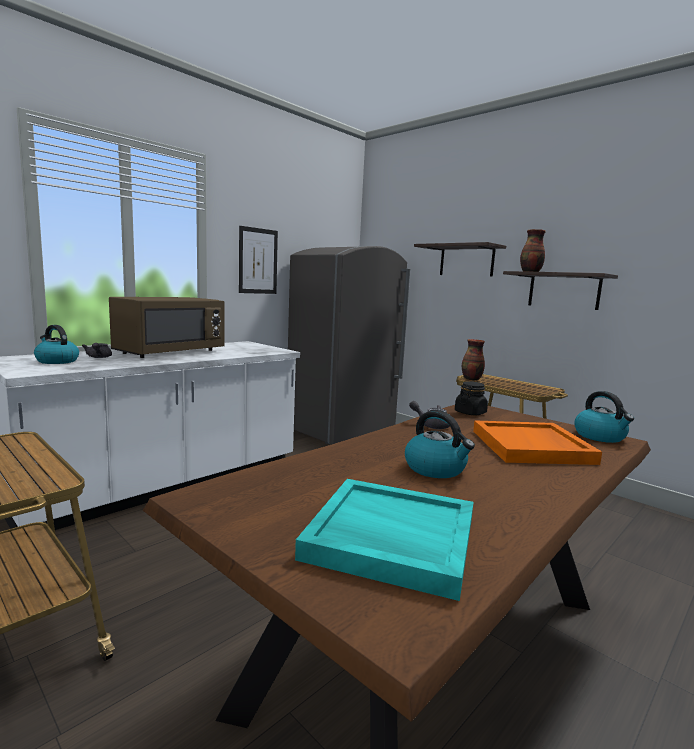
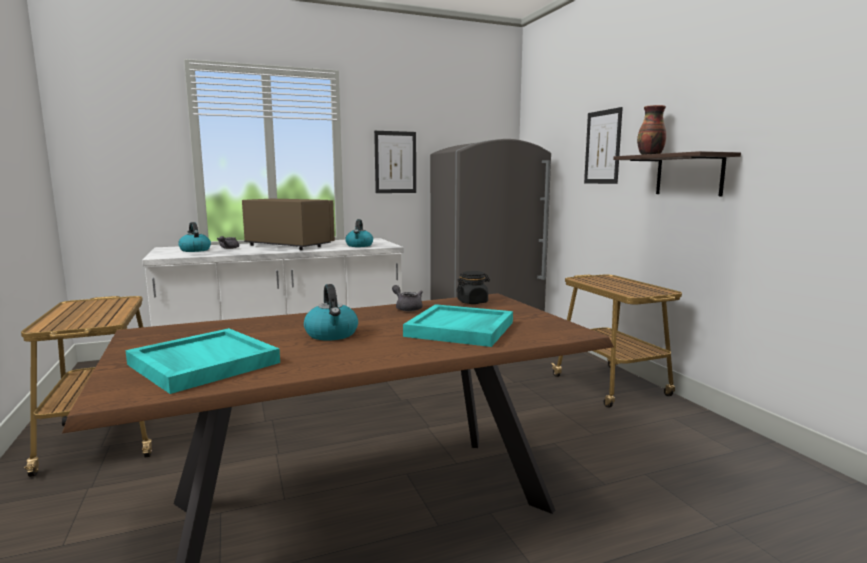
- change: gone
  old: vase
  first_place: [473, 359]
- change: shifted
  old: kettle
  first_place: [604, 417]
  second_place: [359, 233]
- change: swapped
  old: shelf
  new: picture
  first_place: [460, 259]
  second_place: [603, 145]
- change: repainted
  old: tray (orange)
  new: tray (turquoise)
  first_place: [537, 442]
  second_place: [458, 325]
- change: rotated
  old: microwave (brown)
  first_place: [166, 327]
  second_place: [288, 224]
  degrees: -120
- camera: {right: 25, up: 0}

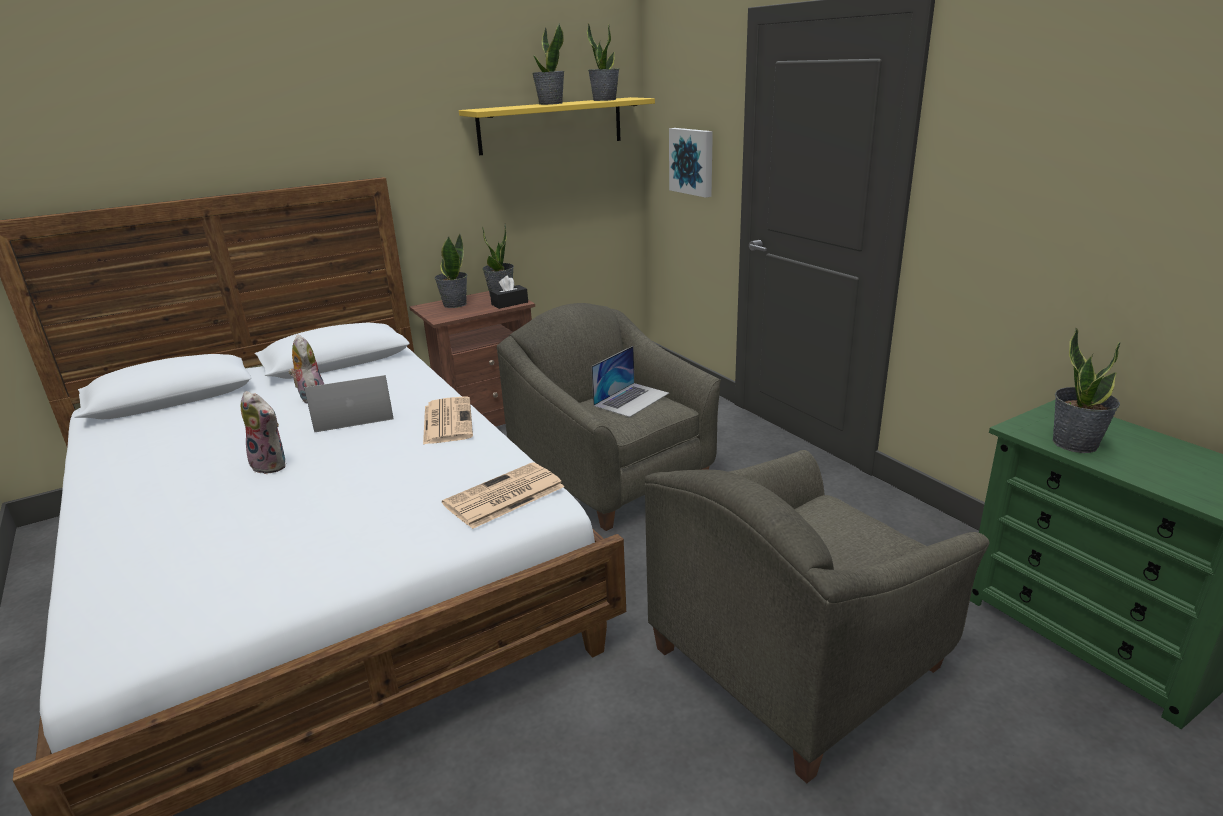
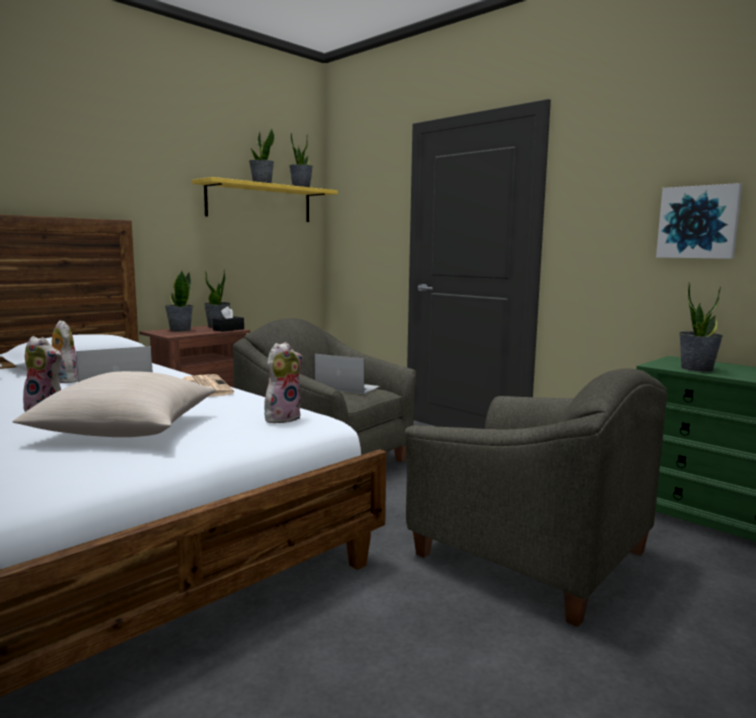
- change: new
  new: pillow (beige)
  second_place: [114, 404]
- change: shifted
  old: picture
  first_place: [691, 163]
  second_place: [699, 221]
- change: swapped
  old: newspaper
  new: plush toy
  first_place: [503, 495]
  second_place: [283, 382]
- change: rotated
  old: laptop
  first_place: [630, 381]
  second_place: [347, 374]
  degrees: -90
- change: rotated
  old: armchair (grey)
  first_place: [817, 616]
  second_place: [536, 498]
  degrees: -90
- camera: {right: -15, up: -15}

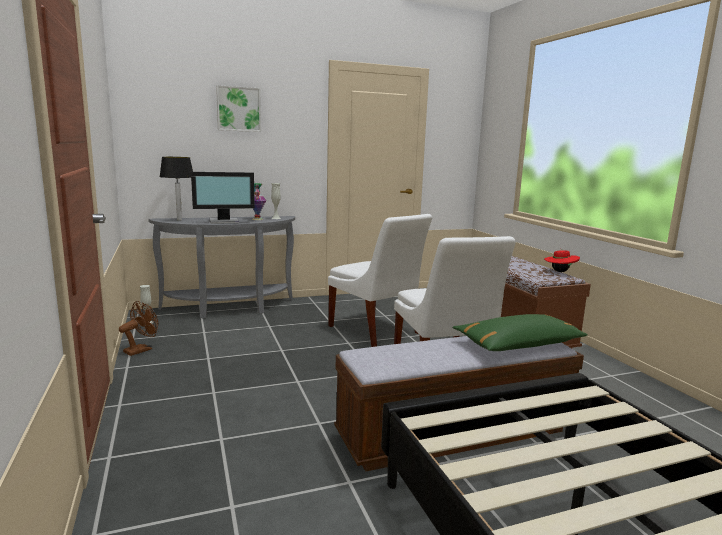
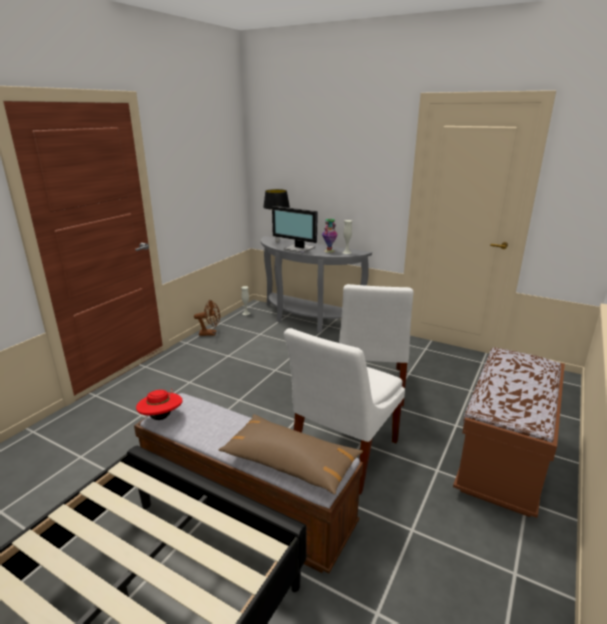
- change: gone
  old: picture
  first_place: [238, 108]
- change: shifted
  old: hat (red)
  first_place: [562, 260]
  second_place: [159, 404]
- change: repainted
  old: pillow (green)
  new: pillow (brown)
  first_place: [520, 332]
  second_place: [290, 454]
- camera: {right: 50, up: 10}

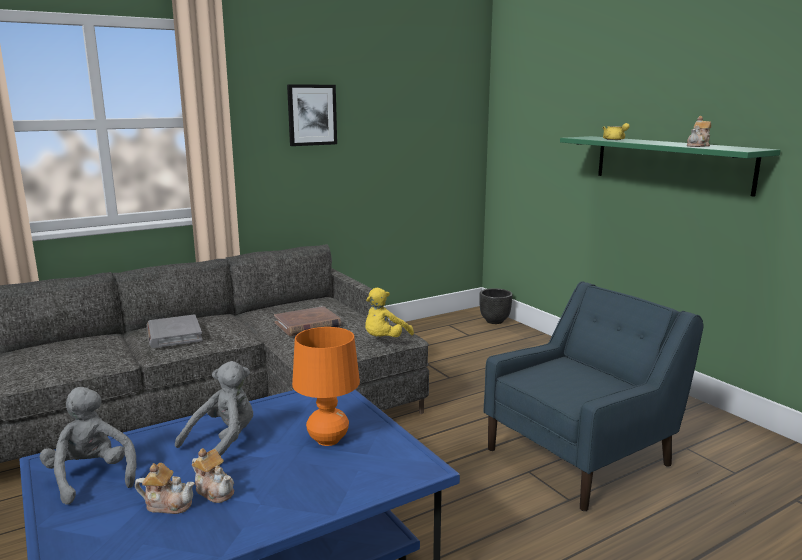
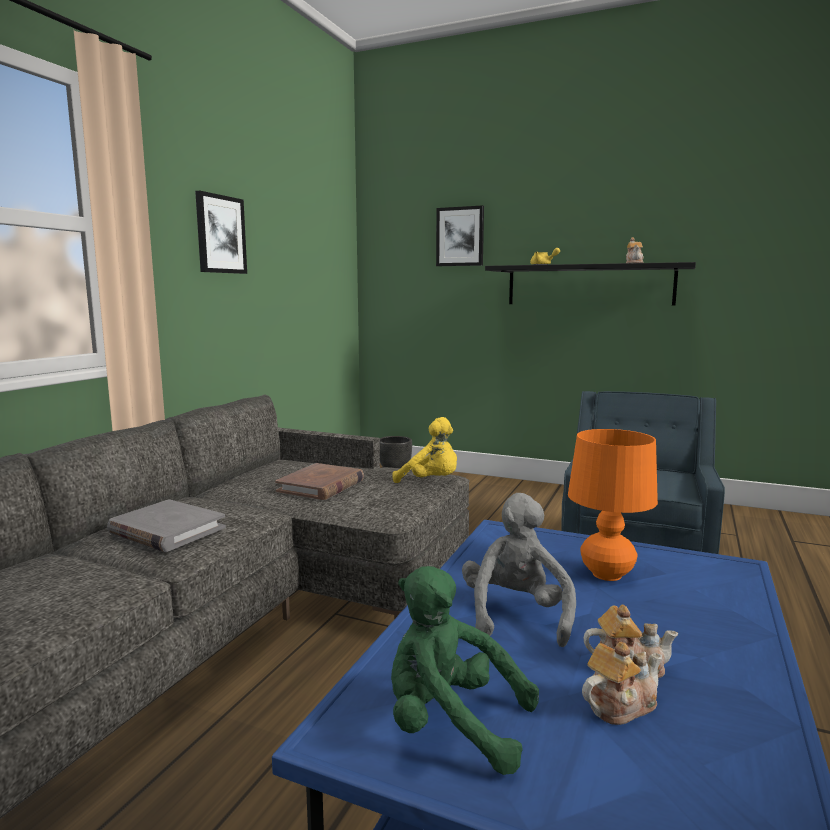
- change: new
  new: picture
  second_place: [460, 235]
- change: repainted
  old: plush toy (grey)
  new: plush toy (green)
  first_place: [88, 446]
  second_place: [465, 670]
- change: repainted
  old: shelf (green)
  new: shelf (black)
  first_place: [670, 166]
  second_place: [590, 284]
- change: rotated
  old: plush toy (yellow)
  first_place: [389, 312]
  second_place: [424, 450]
  degrees: -60
- camera: {right: -35, up: -5}

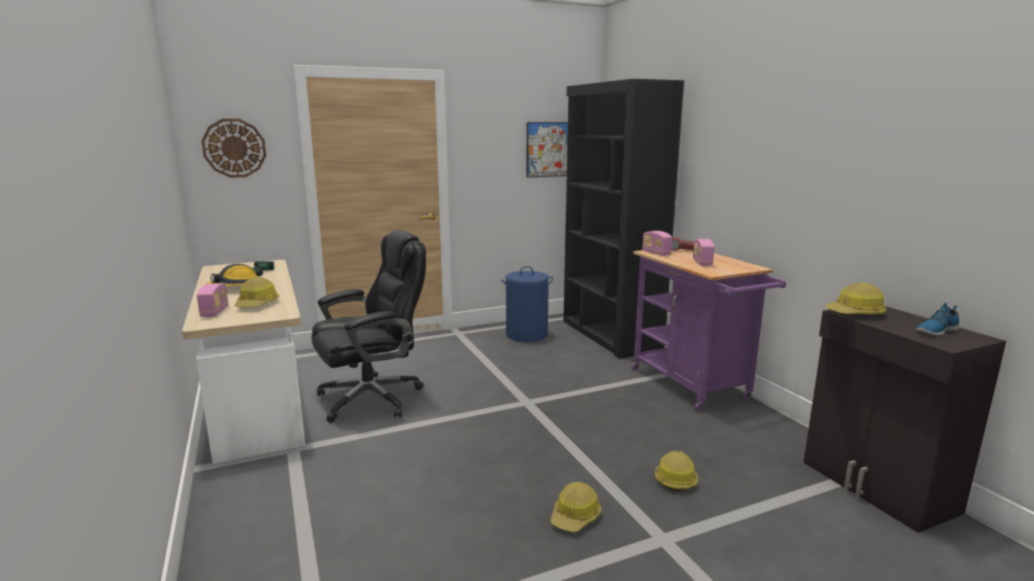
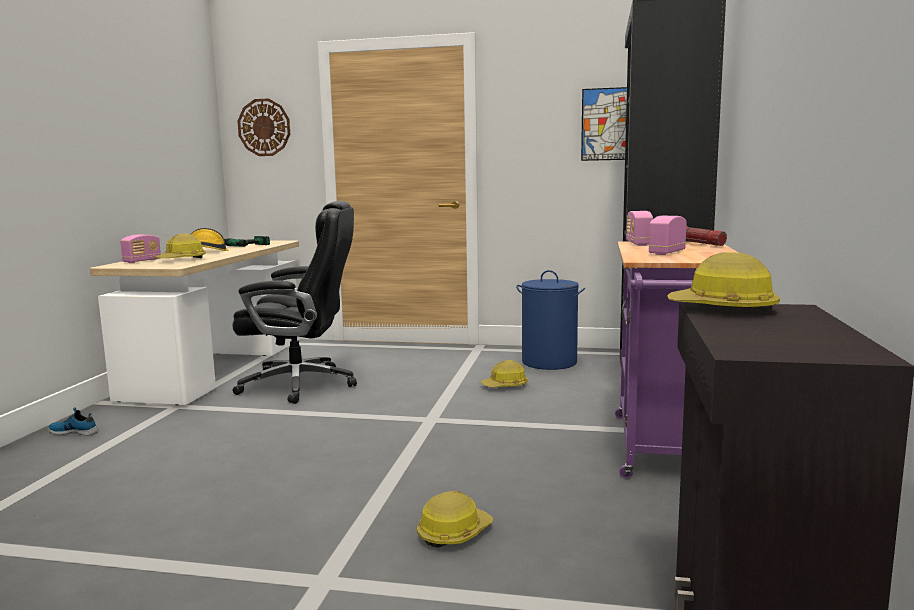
- change: shifted
  old: hard hat
  first_place: [575, 507]
  second_place: [504, 373]
- change: shifted
  old: shoe
  first_place: [937, 319]
  second_place: [73, 421]
- camera: {right: 35, up: -5}

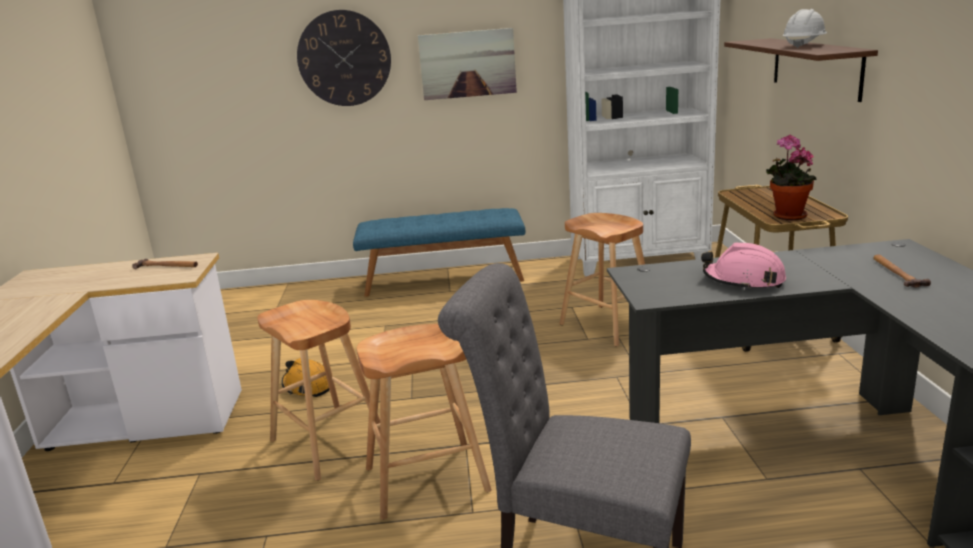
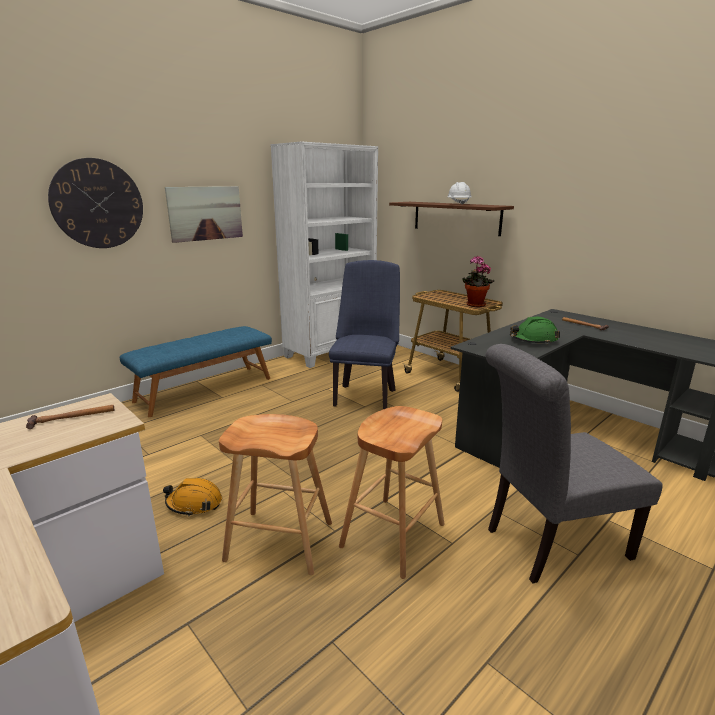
- change: swapped
  old: stool (brown)
  new: chair (blue)
  first_place: [602, 280]
  second_place: [364, 334]
- change: repainted
  old: hard hat (pink)
  new: hard hat (green)
  first_place: [743, 266]
  second_place: [535, 331]
- camera: {right: -40, up: 0}

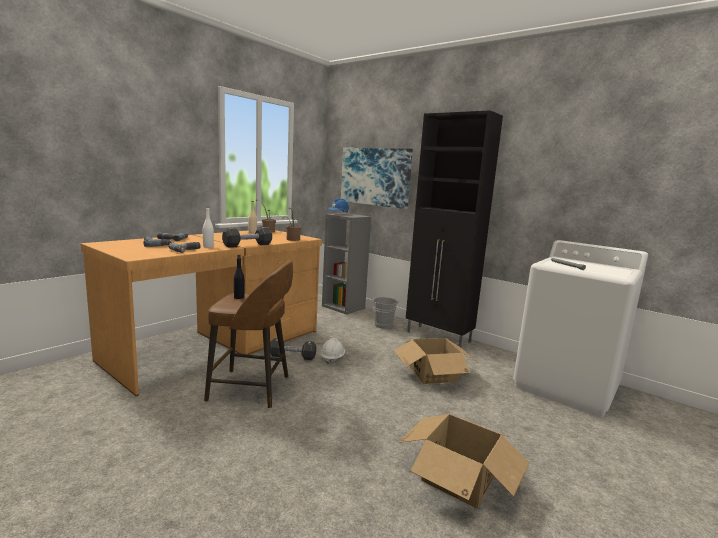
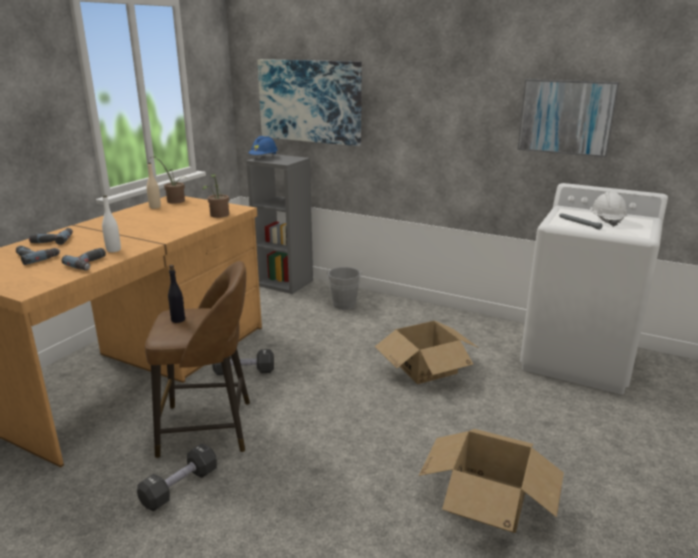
- change: gone
  old: cabinet (black)
  first_place: [454, 228]
- change: new
  new: picture
  second_place: [568, 118]
- change: shifted
  old: dumbbell (black)
  first_place: [247, 237]
  second_place: [177, 477]
- change: shifted
  old: hard hat (white)
  first_place: [332, 351]
  second_place: [608, 209]
- camera: {right: -10, up: 10}

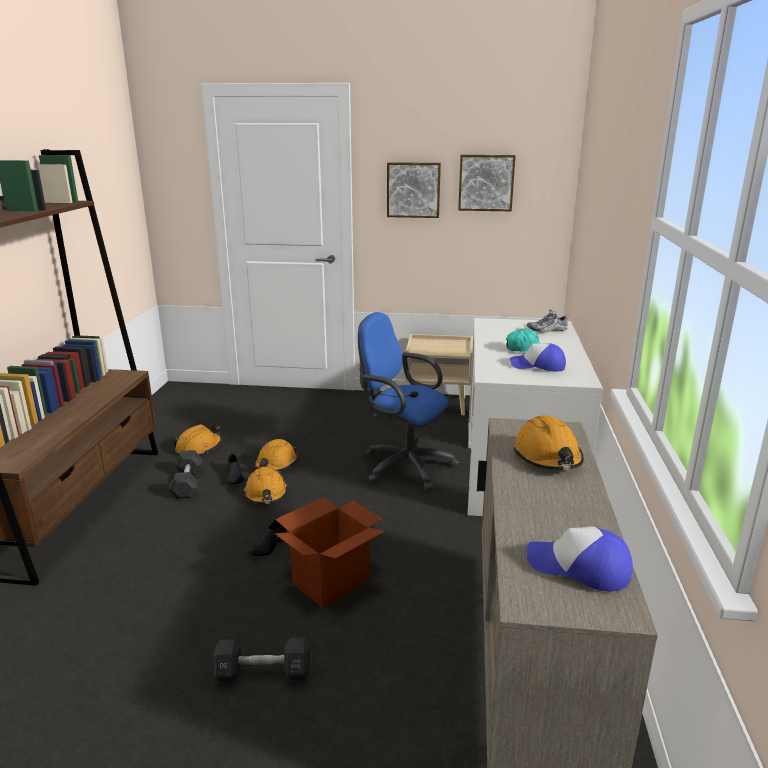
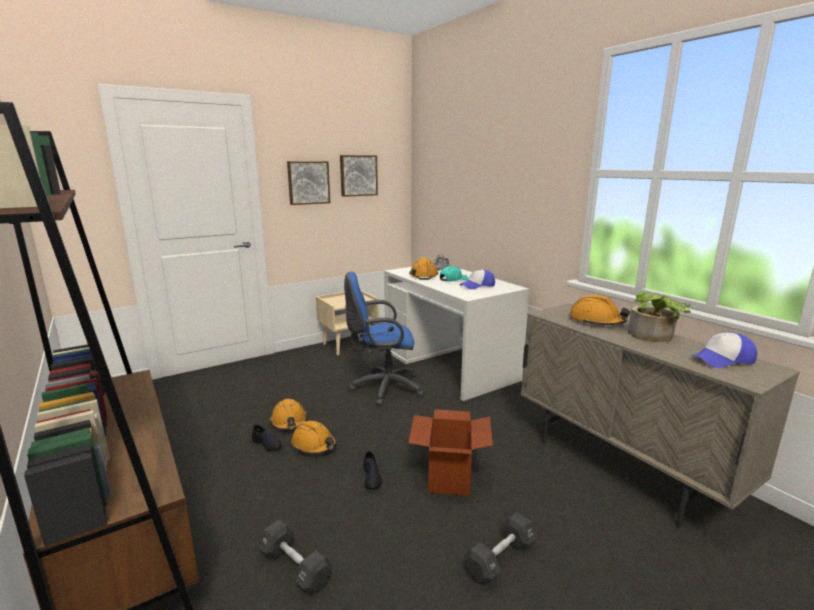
- change: new
  new: potted plant
  second_place: [660, 316]
- change: shifted
  old: dumbbell (black)
  first_place: [186, 474]
  second_place: [295, 557]
- change: shifted
  old: hard hat (orange)
  first_place: [198, 439]
  second_place: [423, 268]
- camera: {right: -40, up: -5}

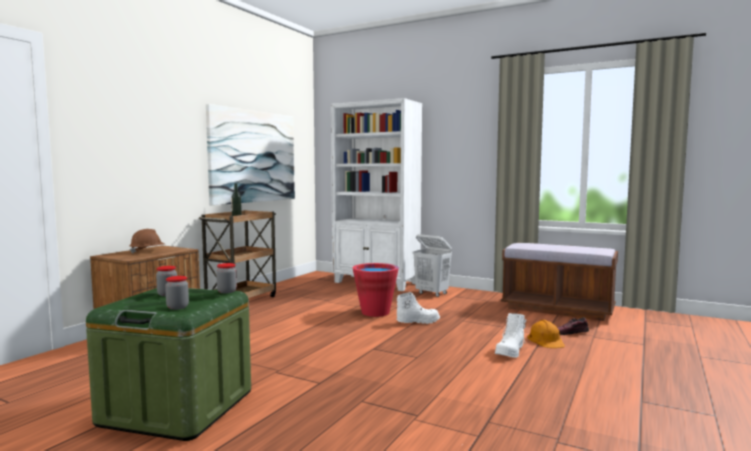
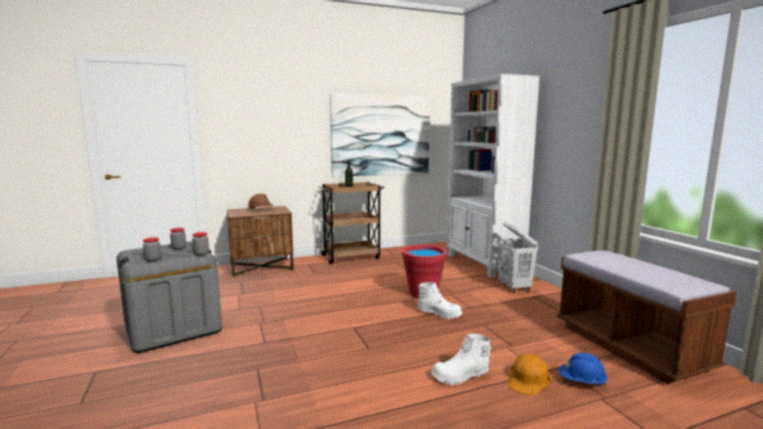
- change: swapped
  old: shoe
  new: hard hat (blue)
  first_place: [573, 326]
  second_place: [583, 369]
- change: repainted
  old: storage box (green)
  new: storage box (grey)
  first_place: [168, 364]
  second_place: [169, 297]
- camera: {right: 40, up: 5}

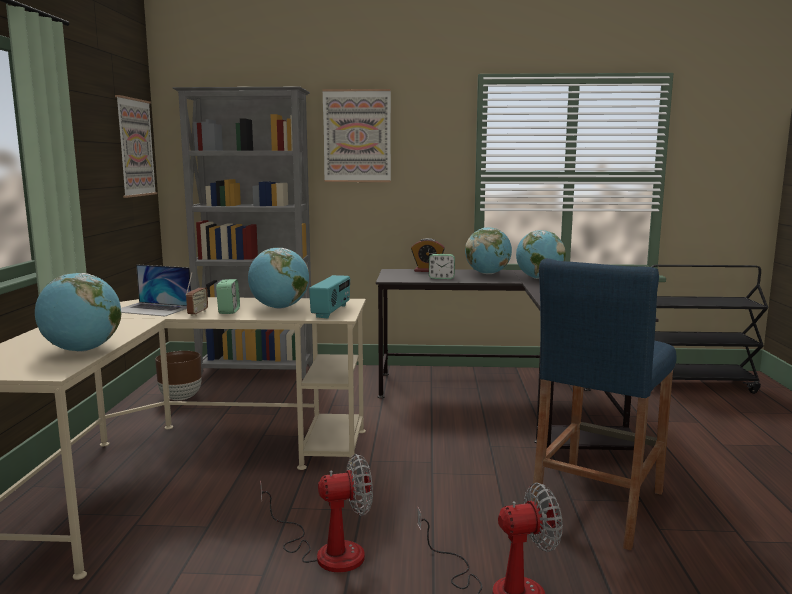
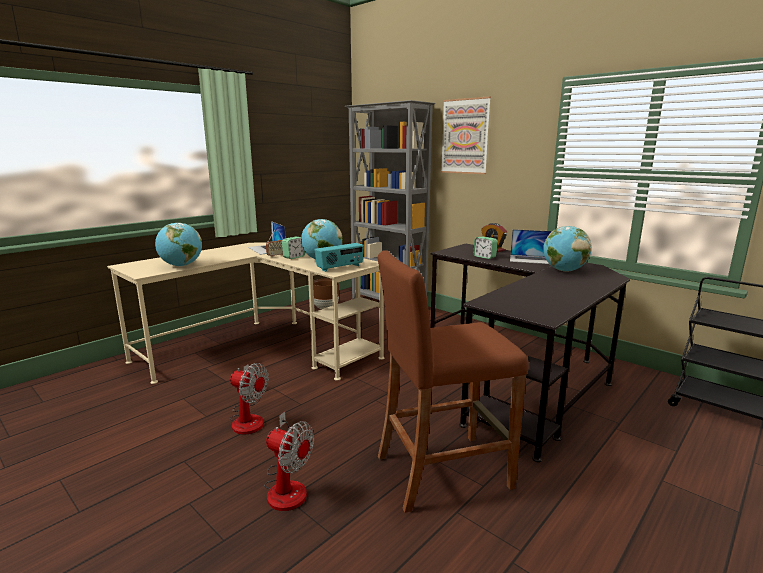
- change: gone
  old: picture
  first_place: [136, 146]
- change: swapped
  old: globe
  new: laptop
  first_place: [488, 250]
  second_place: [531, 246]
- change: repainted
  old: stool (blue)
  new: stool (brown)
  first_place: [604, 404]
  second_place: [453, 381]
- camera: {right: 40, up: 5}

